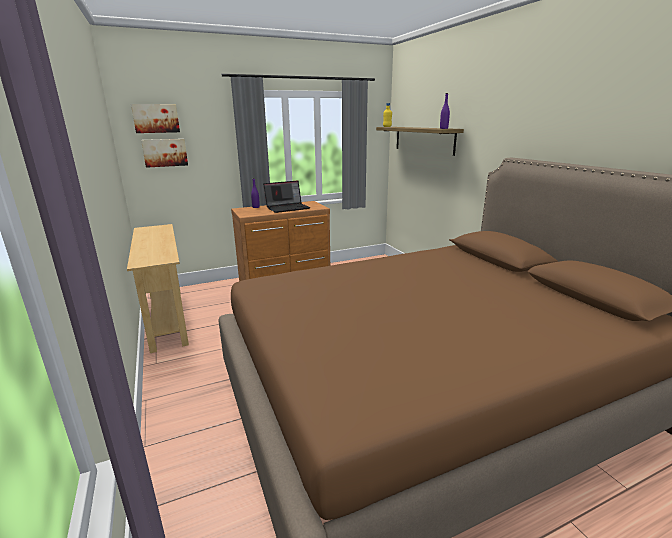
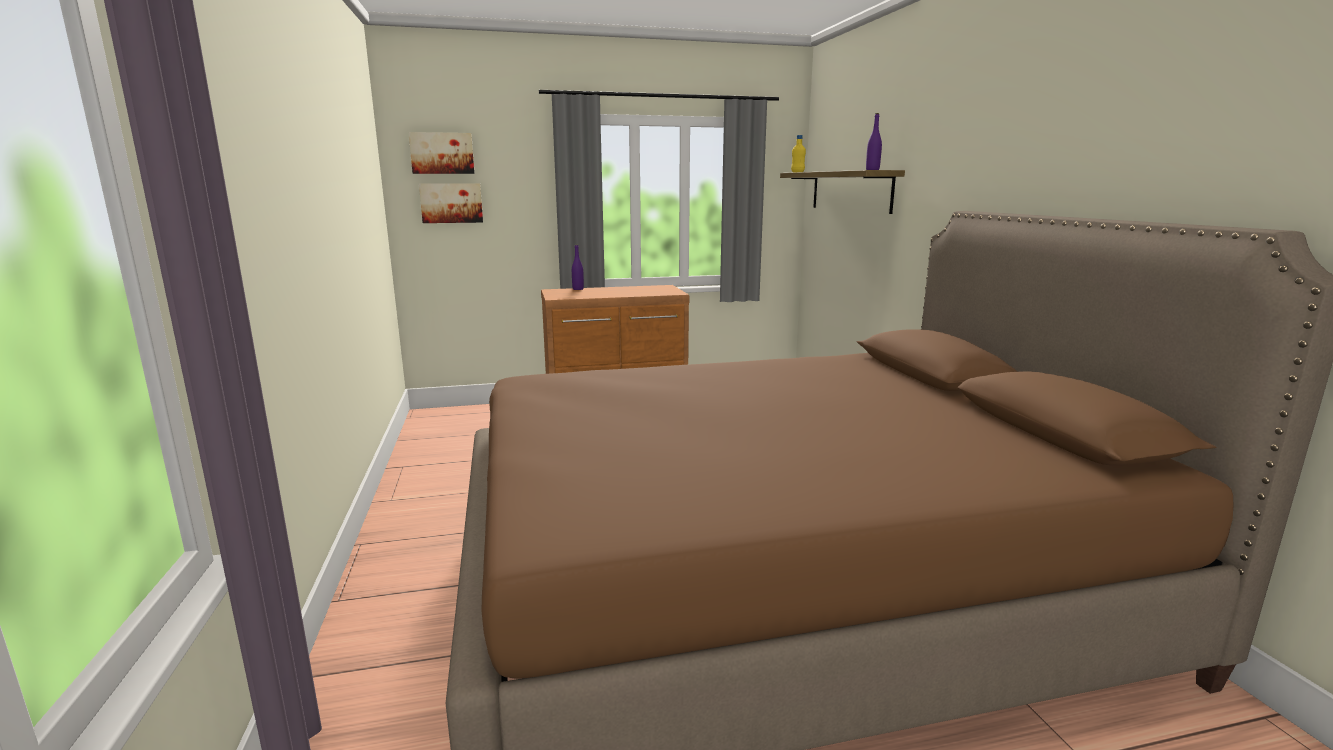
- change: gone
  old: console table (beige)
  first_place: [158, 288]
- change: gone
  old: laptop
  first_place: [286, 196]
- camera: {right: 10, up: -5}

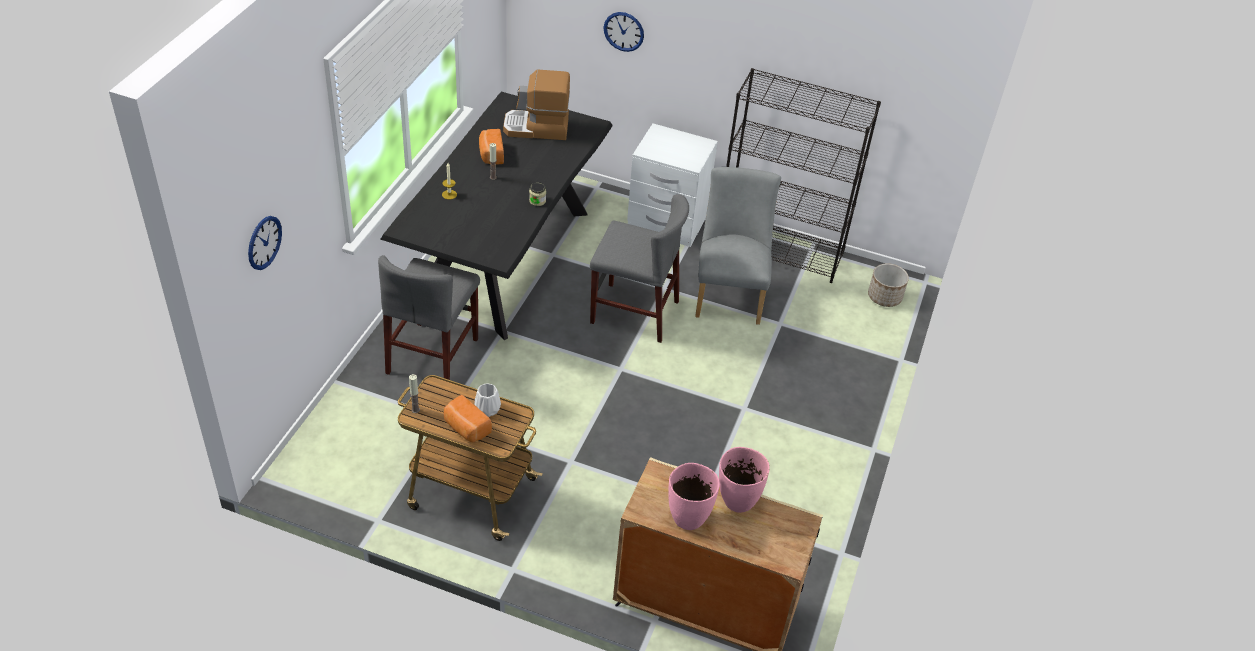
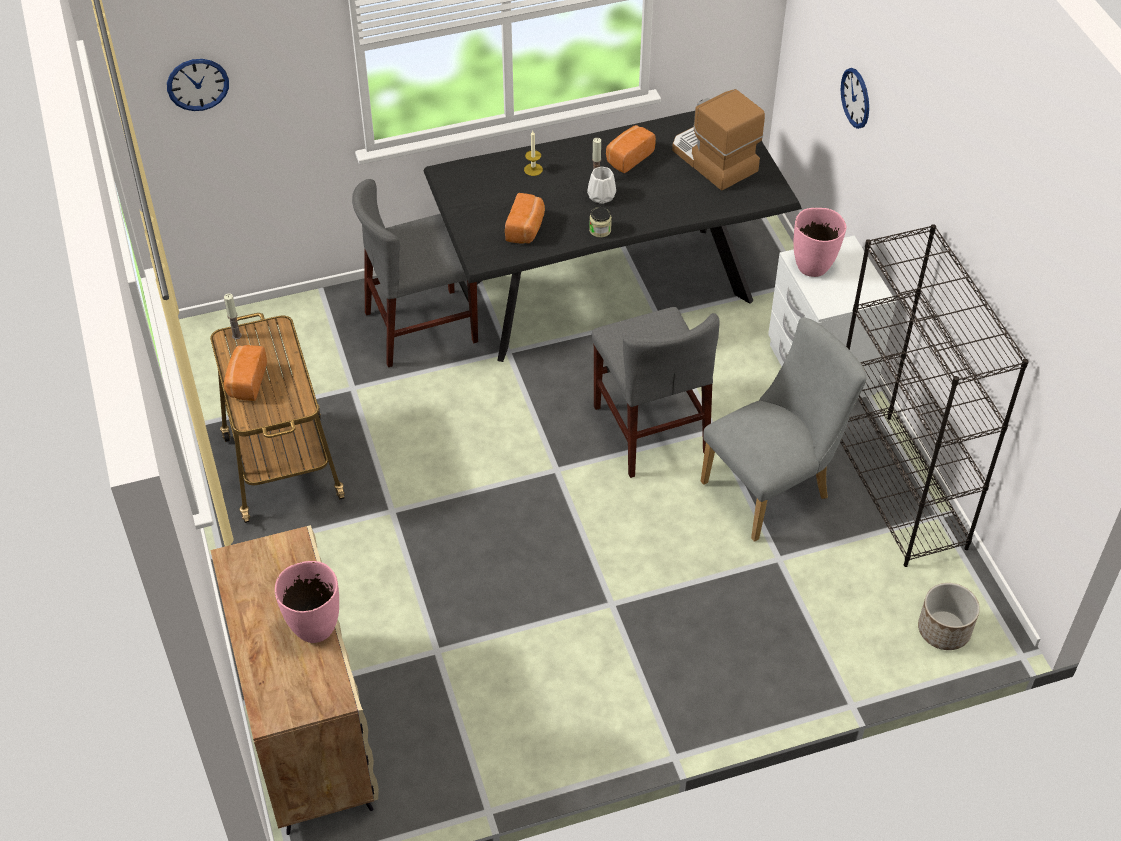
- change: new
  new: bread
  second_place: [525, 218]
- change: shifted
  old: vase (white)
  first_place: [487, 400]
  second_place: [601, 185]
- change: shifted
  old: vase (pink)
  first_place: [694, 496]
  second_place: [820, 242]
- camera: {right: 55, up: 5}

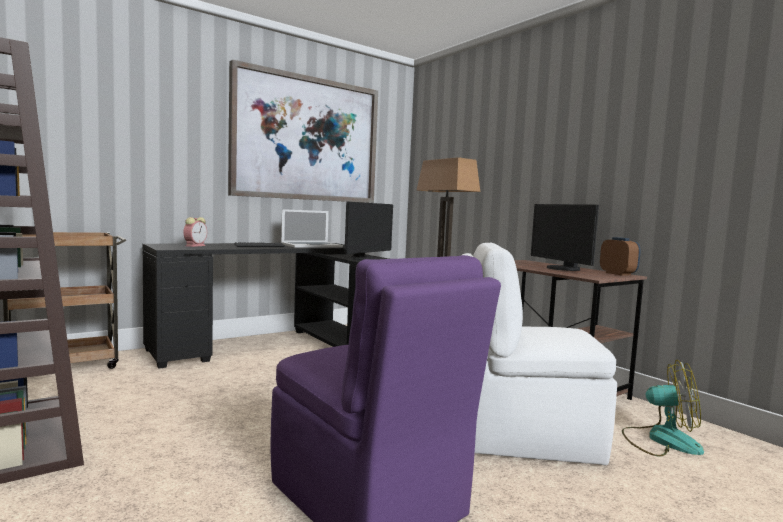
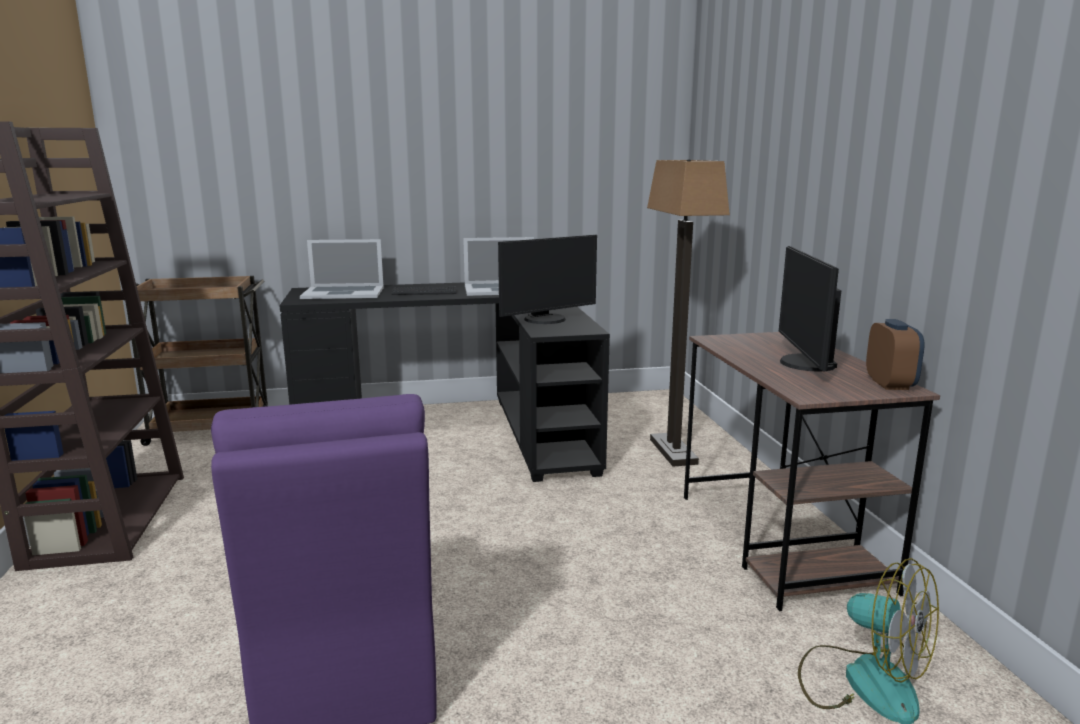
- change: gone
  old: picture
  first_place: [303, 131]
- change: gone
  old: chair (white)
  first_place: [539, 354]
- change: swapped
  old: alarm clock
  new: laptop
  first_place: [195, 232]
  second_place: [342, 269]
- camera: {right: 25, up: 10}

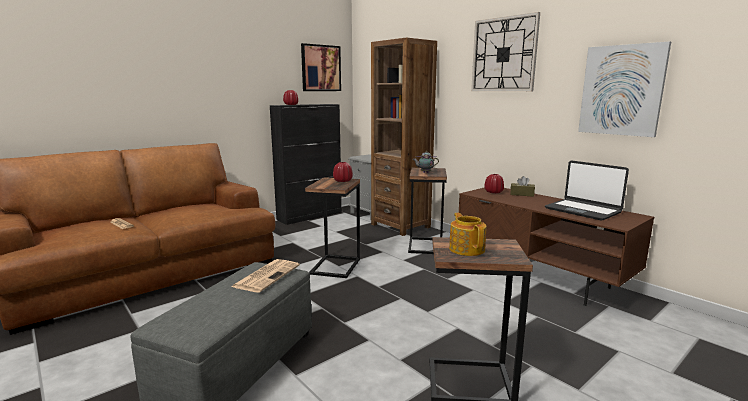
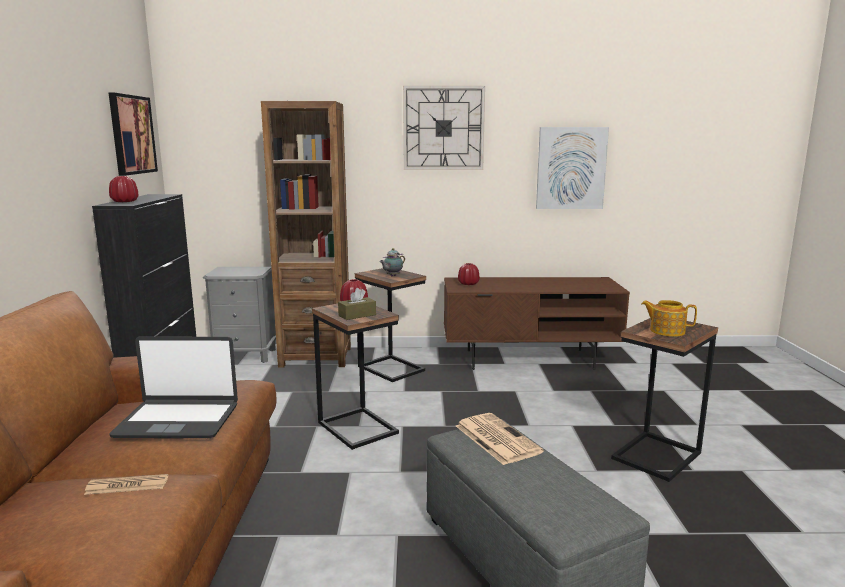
- change: shifted
  old: tissue box (brown)
  first_place: [522, 186]
  second_place: [357, 304]
- change: shifted
  old: laptop
  first_place: [587, 191]
  second_place: [173, 387]
- camera: {right: -50, up: 0}

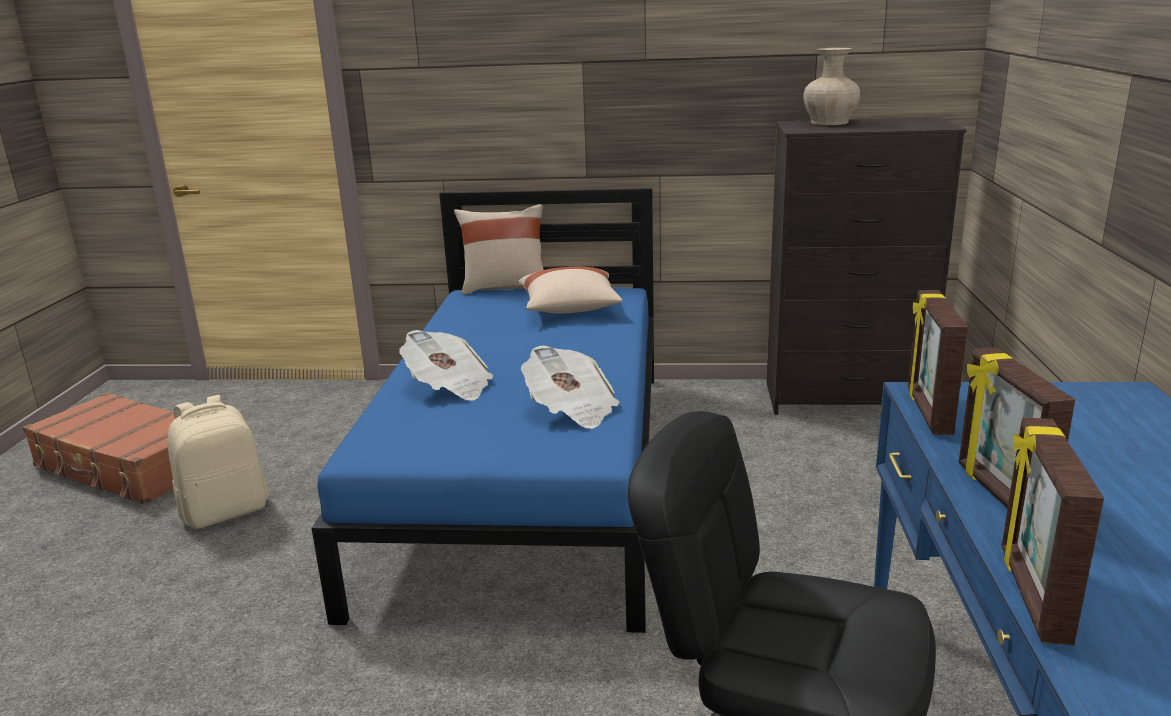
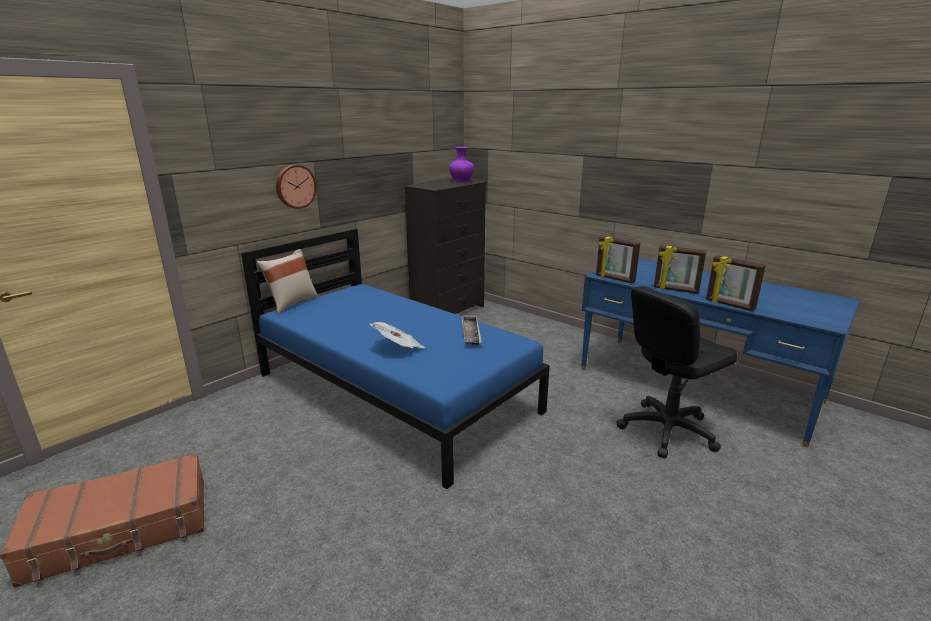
- change: gone
  old: backpack (beige)
  first_place: [218, 462]
- change: gone
  old: pillow (beige)
  first_place: [570, 290]
- change: gone
  old: vase (beige)
  first_place: [831, 86]
- change: new
  new: wall clock
  second_place: [296, 187]
- change: new
  new: vase (purple)
  second_place: [461, 164]
- change: swapped
  old: newspaper
  new: tray
  first_place: [570, 387]
  second_place: [472, 330]
- camera: {right: -55, up: 0}

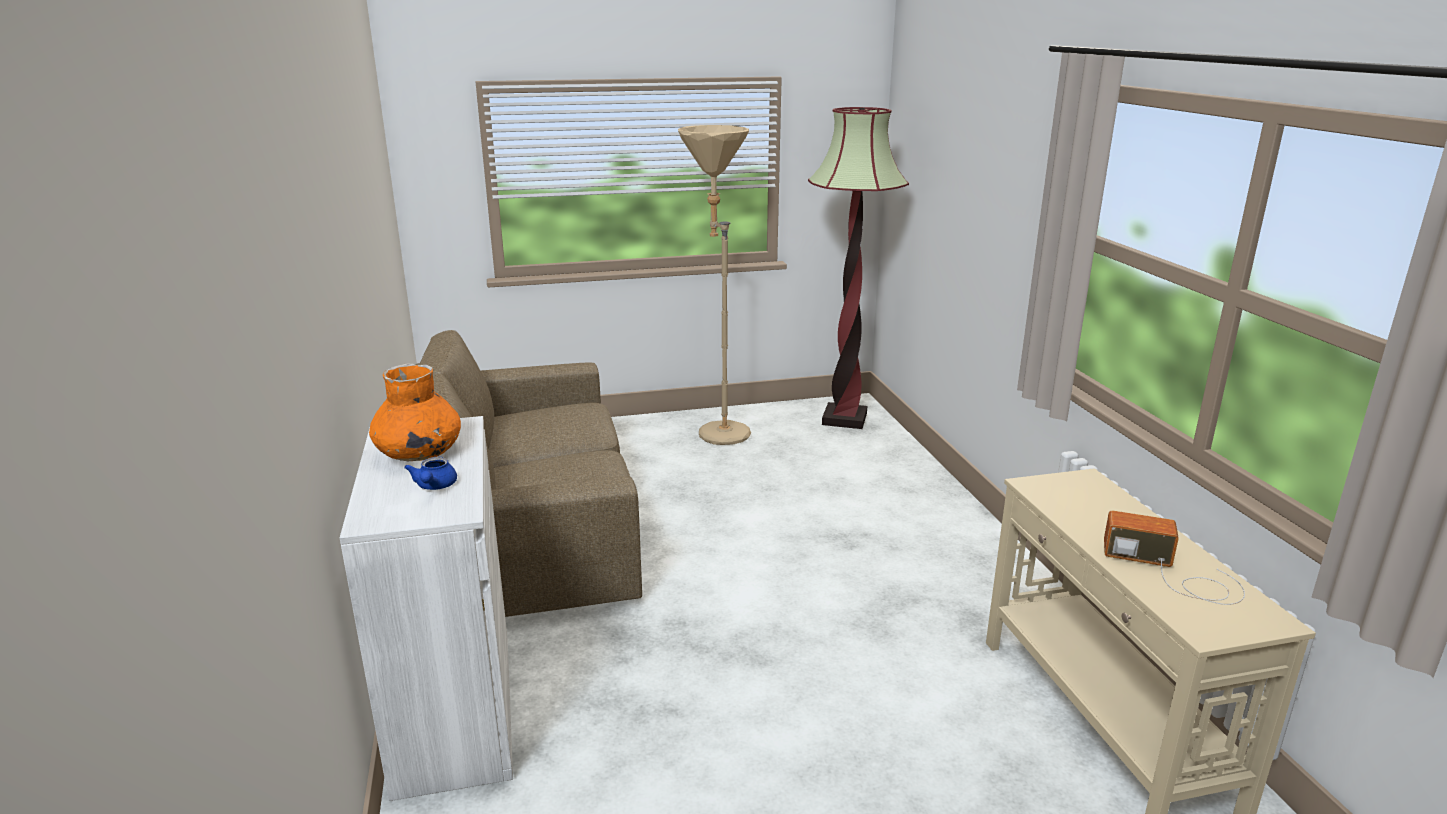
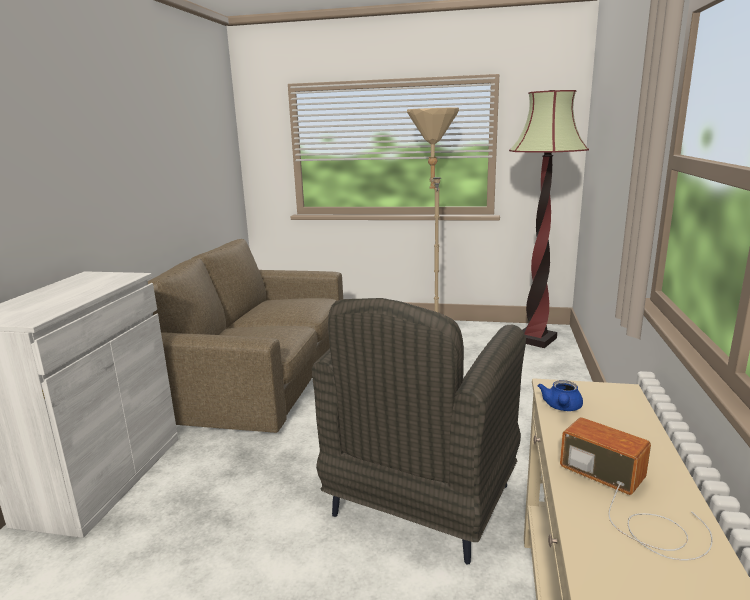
- change: gone
  old: vase (orange)
  first_place: [415, 412]
- change: new
  new: armchair (grey)
  second_place: [419, 431]
- change: shifted
  old: teapot (blue)
  first_place: [430, 473]
  second_place: [560, 395]
- camera: {right: 25, up: -5}

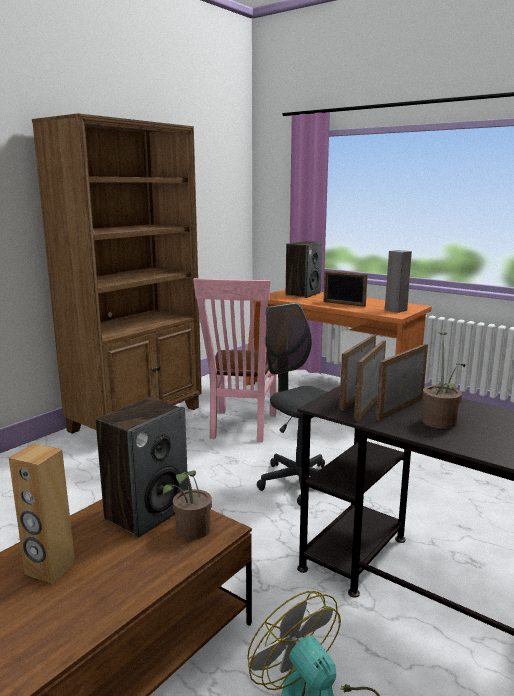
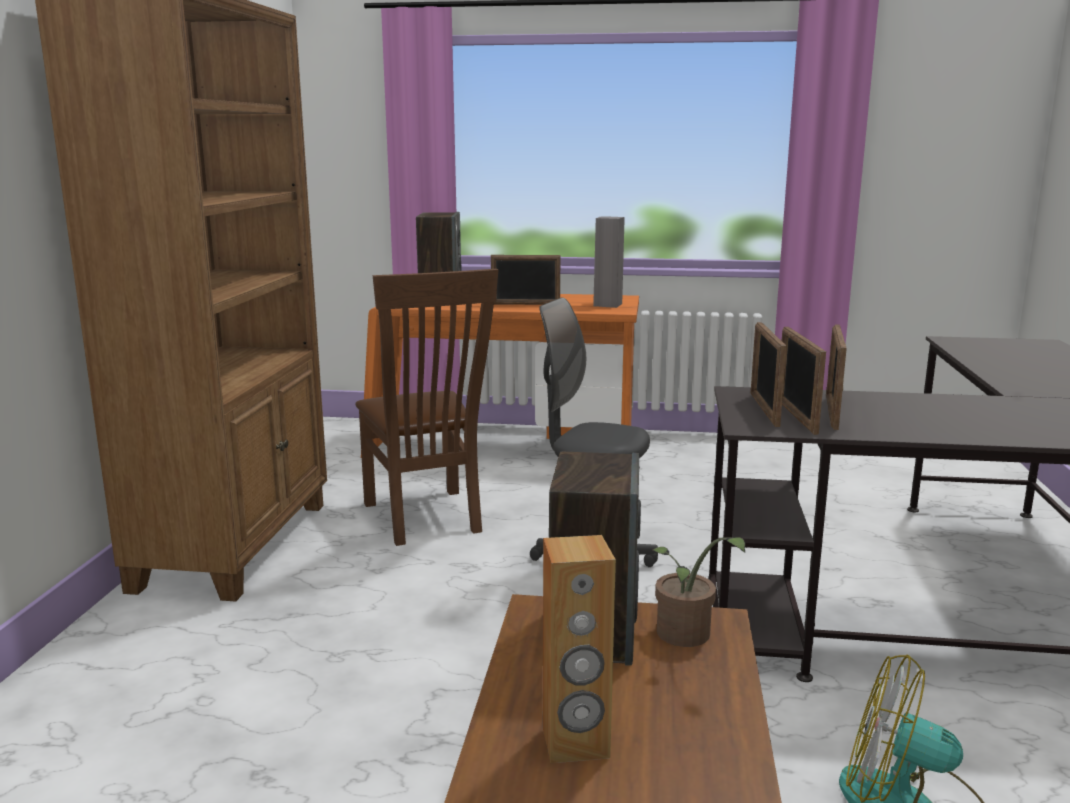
- change: gone
  old: potted plant
  first_place: [443, 380]
- change: repainted
  old: chair (pink)
  new: chair (brown)
  first_place: [235, 360]
  second_place: [426, 407]
- camera: {right: -30, up: 0}

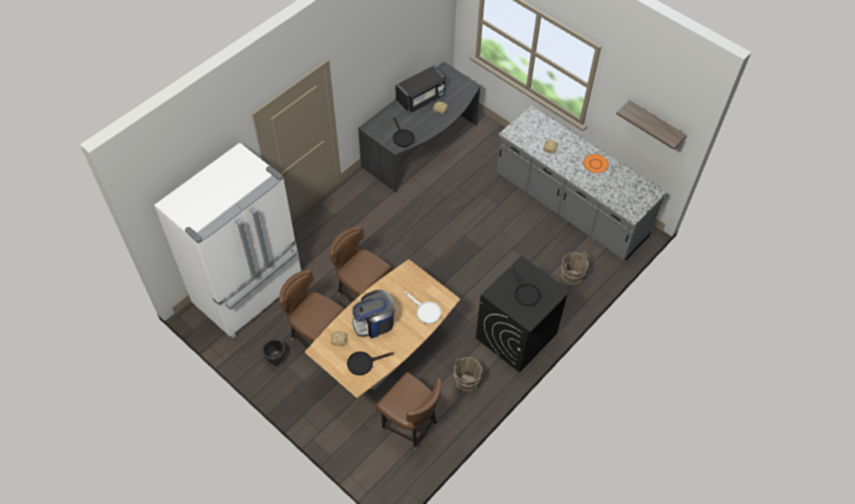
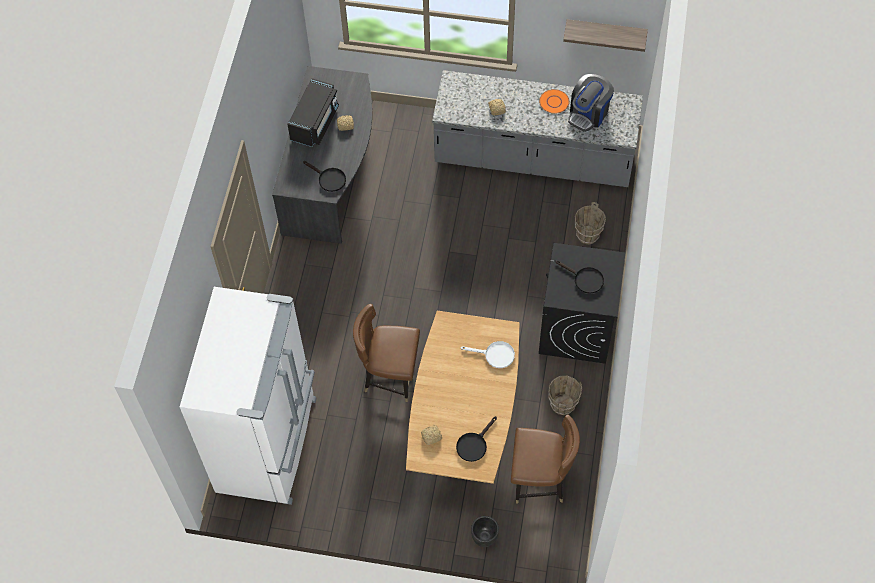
- change: gone
  old: chair (brown)
  first_place: [311, 309]
- change: shifted
  old: planter (black)
  first_place: [274, 352]
  second_place: [485, 531]
- change: shifted
  old: coffee machine
  first_place: [373, 314]
  second_place: [591, 103]
- camera: {right: -30, up: 5}

